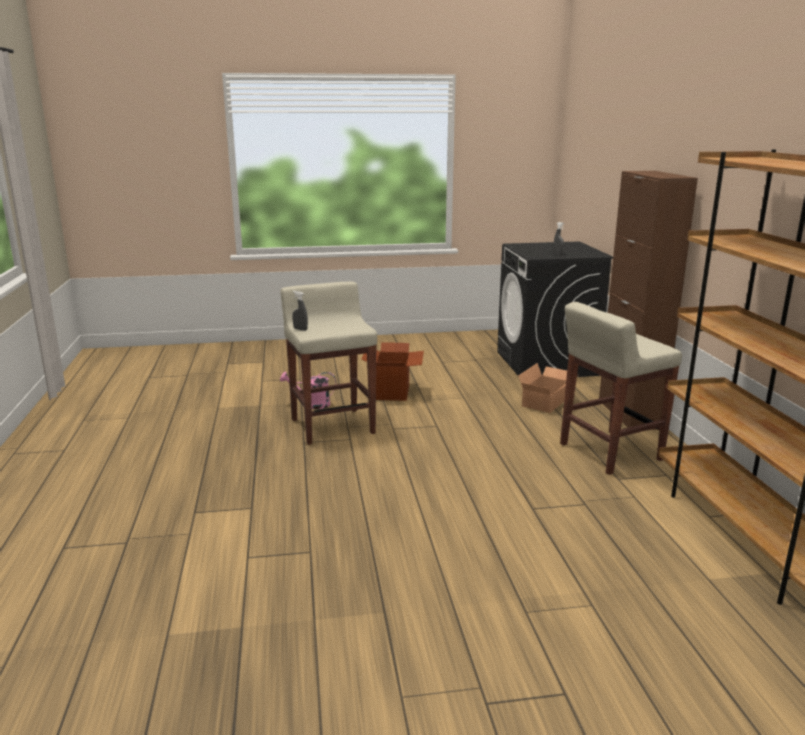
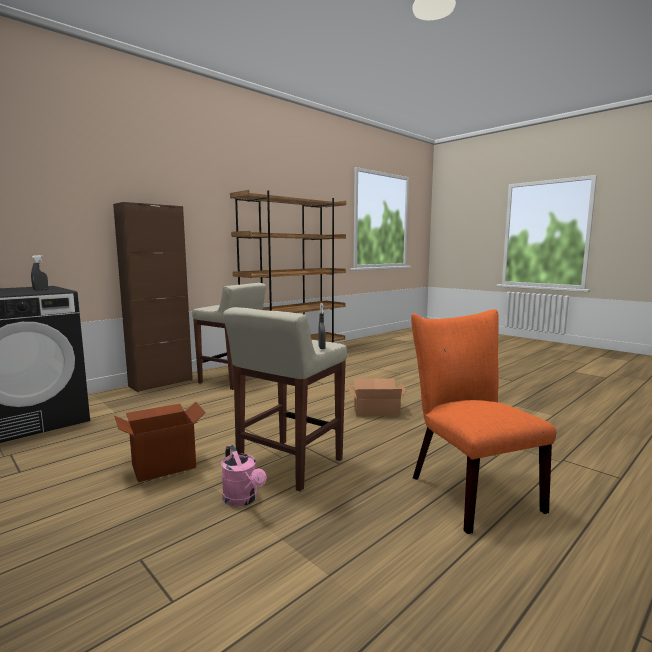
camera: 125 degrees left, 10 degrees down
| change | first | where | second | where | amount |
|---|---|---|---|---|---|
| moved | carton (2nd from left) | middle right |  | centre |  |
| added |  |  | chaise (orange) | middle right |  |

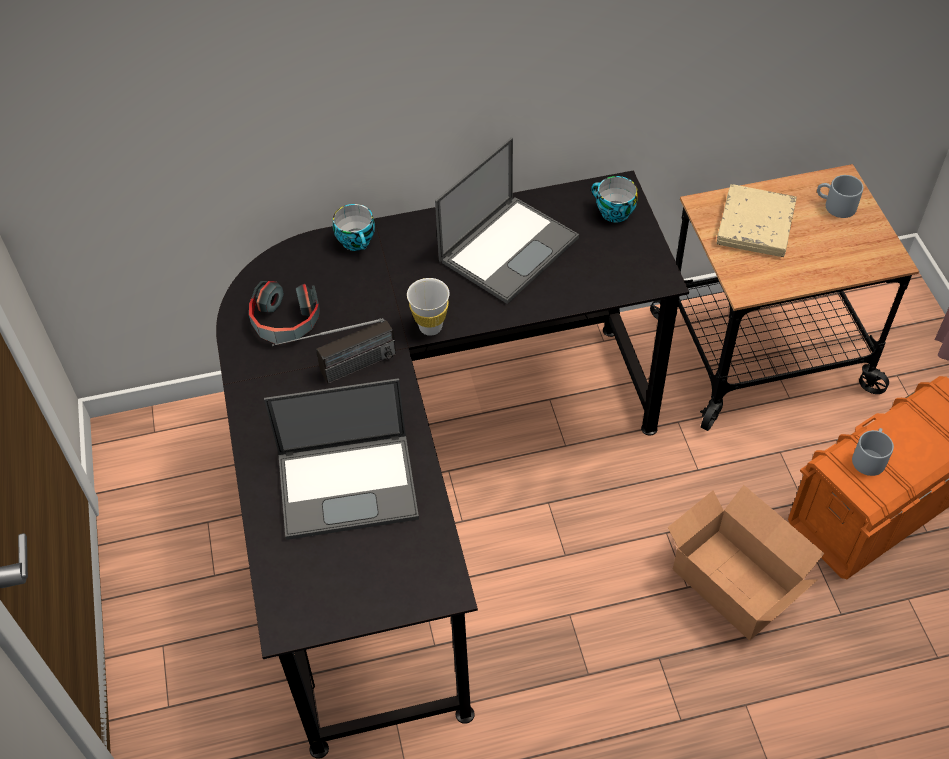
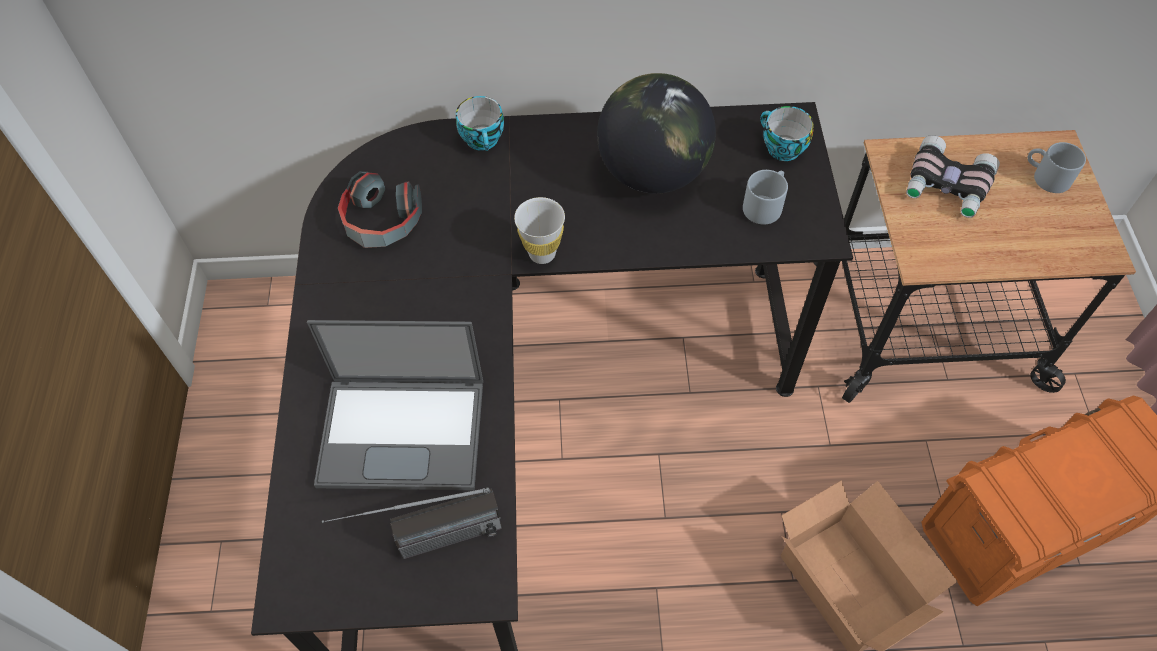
camera: 10 degrees right, 5 degrees up
| change | first | where | second | where | amount |
|---|---|---|---|---|---|
| replaced | ordinateur portable (2nd from left) | top centre | globe | top centre |  |
| replaced | livre (beige) | top right | jumelles | top right |  |
| moved | radio | centre |  | bottom centre |  |
| moved | mug (gris) (2nd from left in the first image) | middle right | mug (gris) (1st from left) | top centre |  |

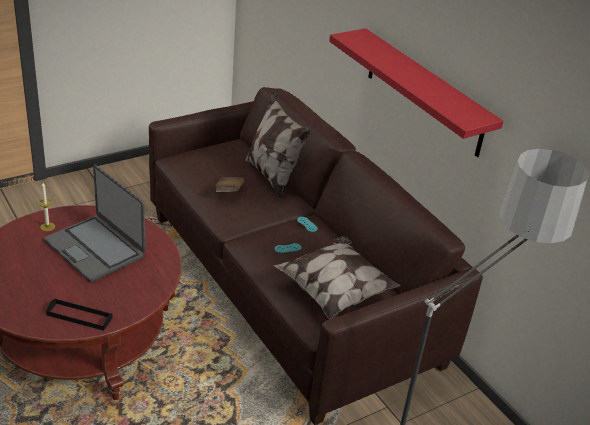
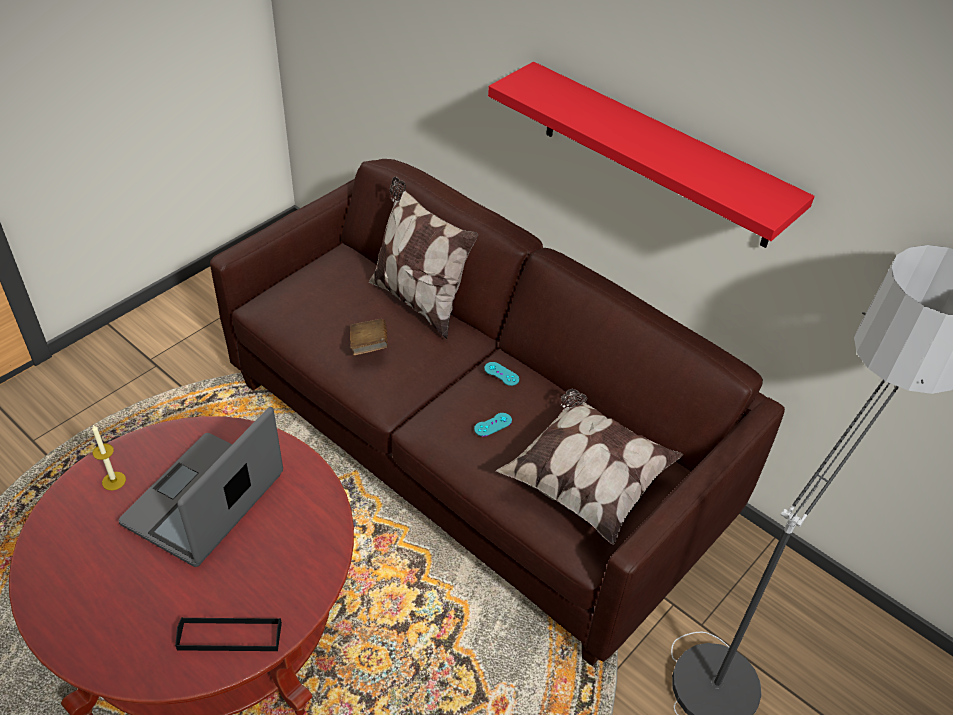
camera: 15 degrees left, 10 degrees up
| change | first | where | second | where | amount |
|---|---|---|---|---|---|
| turned | ordinateur portable | middle left |  | bottom left | 90 degrees clockwise |

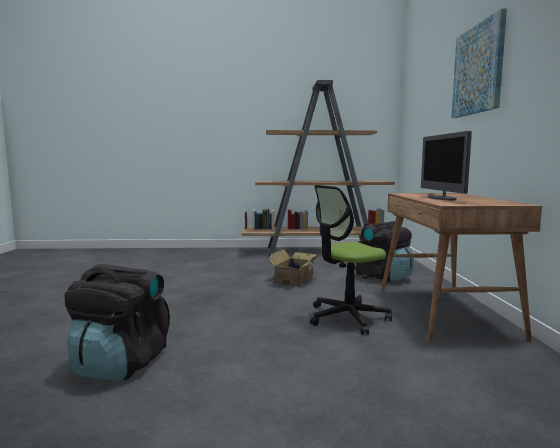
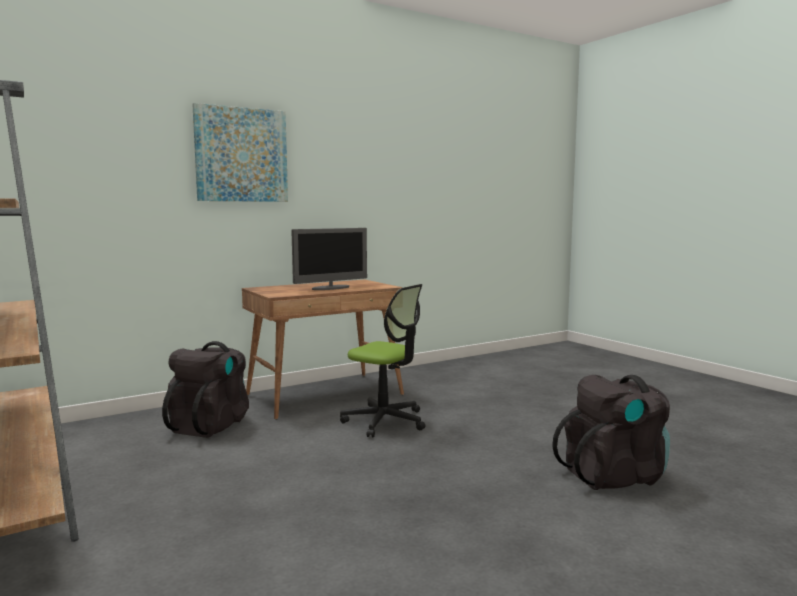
camera: 120 degrees left, 0 degrees up
| change | first | where | second | where | amount |
|---|---|---|---|---|---|
| removed | carton | centre |  |  |  |

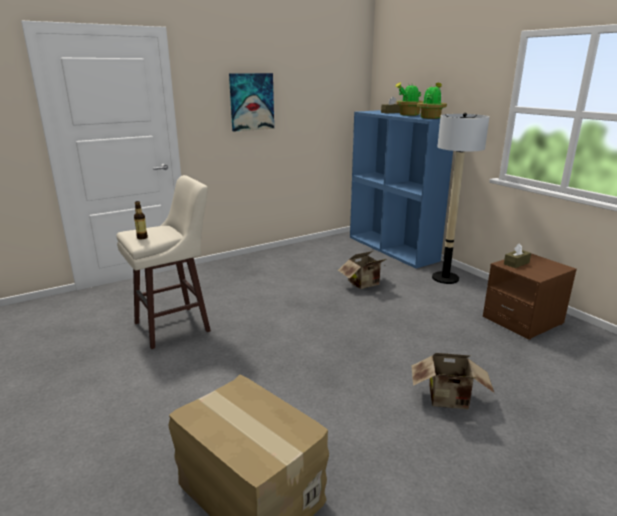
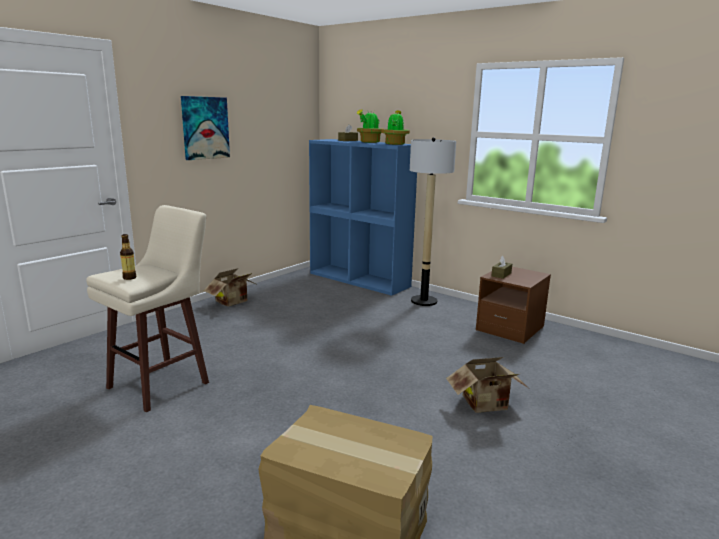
camera: 20 degrees left, 5 degrees down
| change | first | where | second | where | amount |
|---|---|---|---|---|---|
| moved | carton (2nd from left in the first image) | centre | carton (1st from left) | middle left |  |

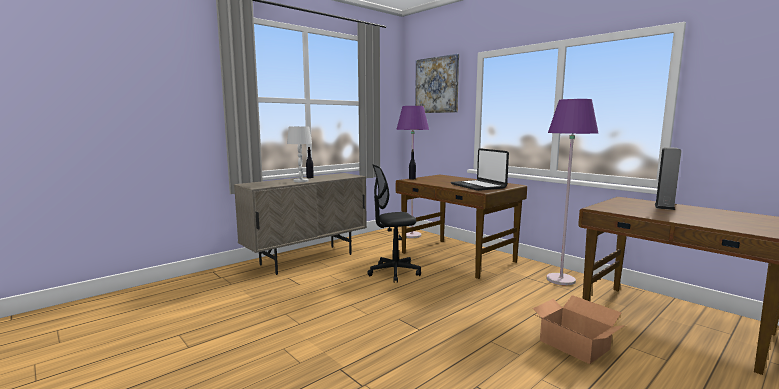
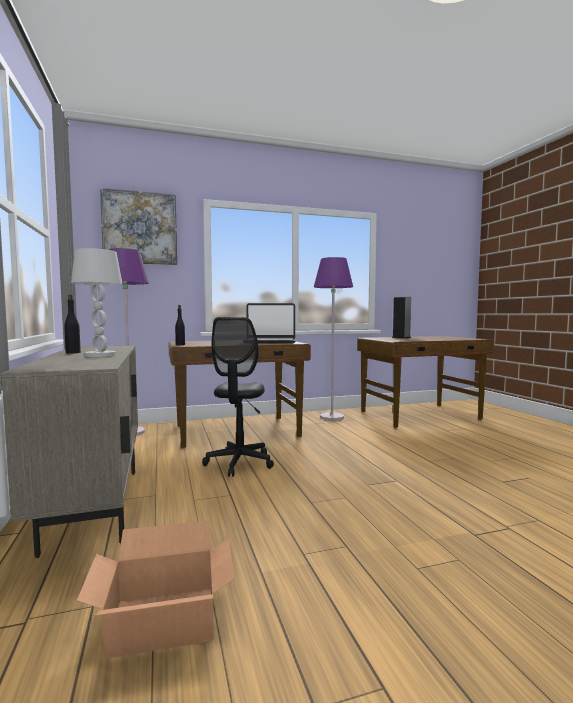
camera: 65 degrees left, 5 degrees down
| change | first | where | second | where | amount |
|---|---|---|---|---|---|
| moved | carton | bottom right |  | bottom left |  |

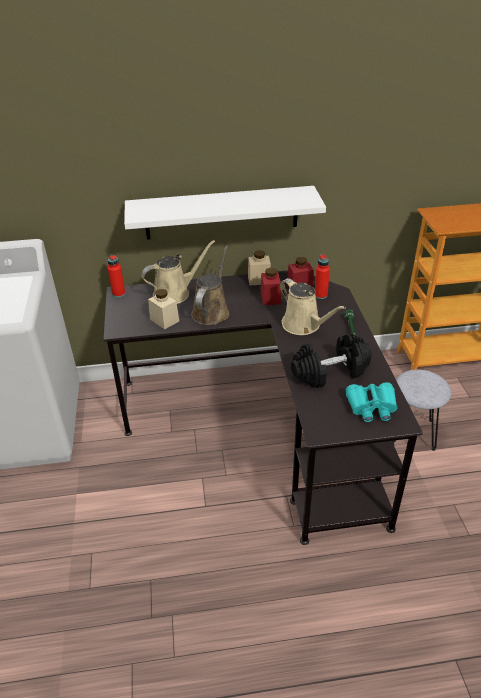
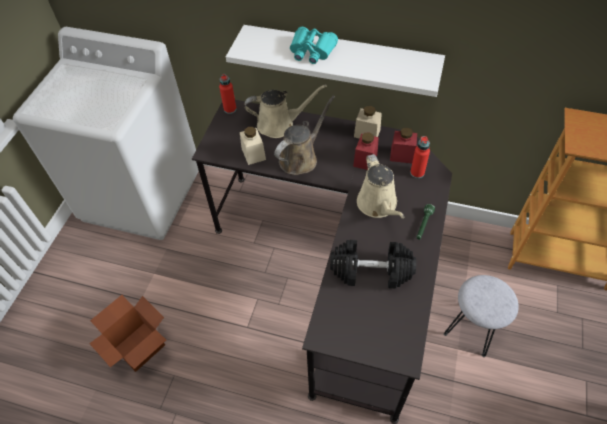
camera: 25 degrees right, 15 degrees up
| change | first | where | second | where | amount |
|---|---|---|---|---|---|
| moved | jumelles (turquoise) | middle right |  | top centre |  |
| added |  |  | carton | bottom left |  |

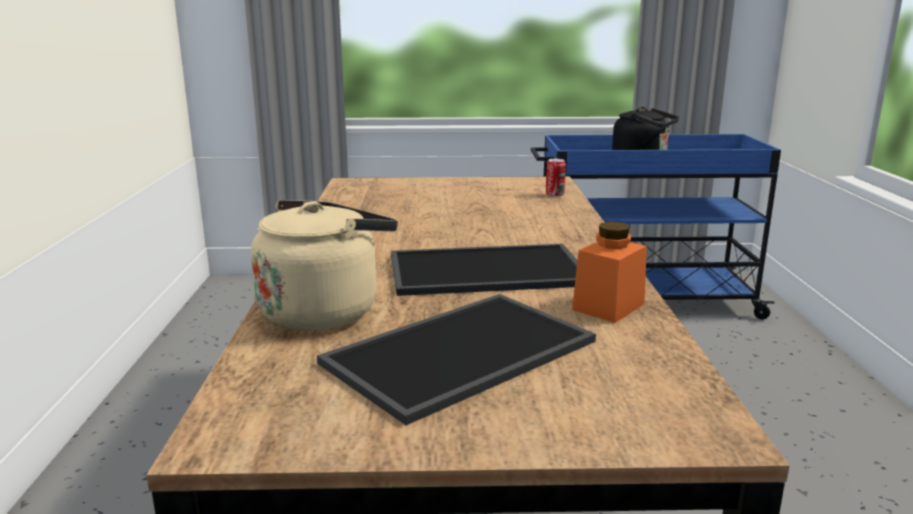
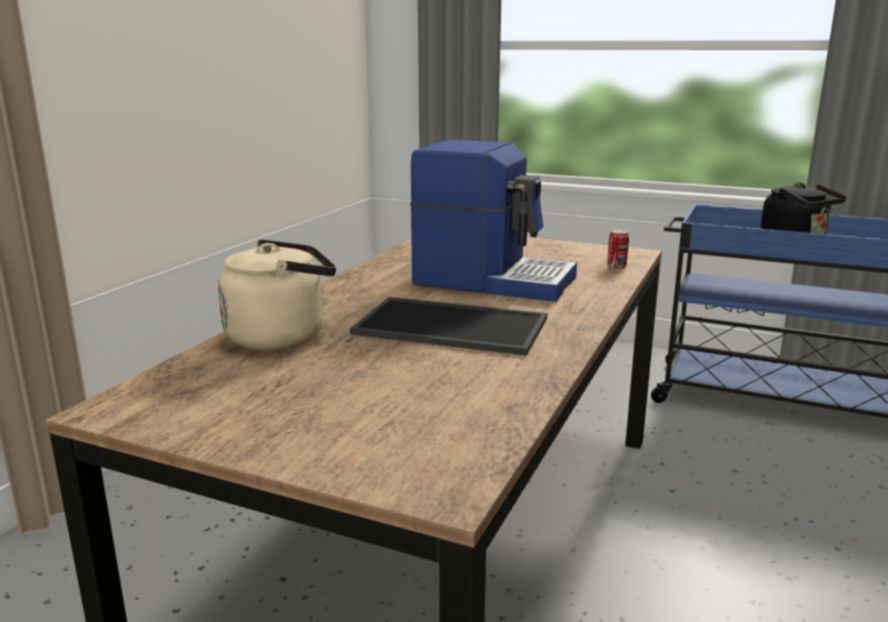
camera: 25 degrees right, 0 degrees up
| change | first | where | second | where | amount |
|---|---|---|---|---|---|
| removed | bocal (orange) | middle right |  |  |  |
| removed | plateau (1st from left) | bottom centre |  |  |  |
| added |  |  | machine à café | centre |  |

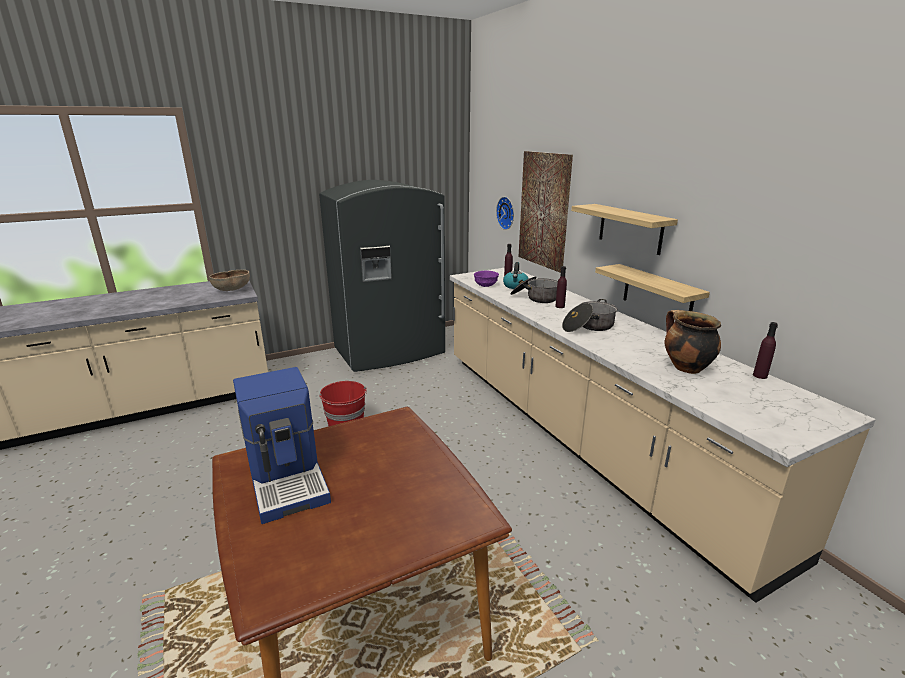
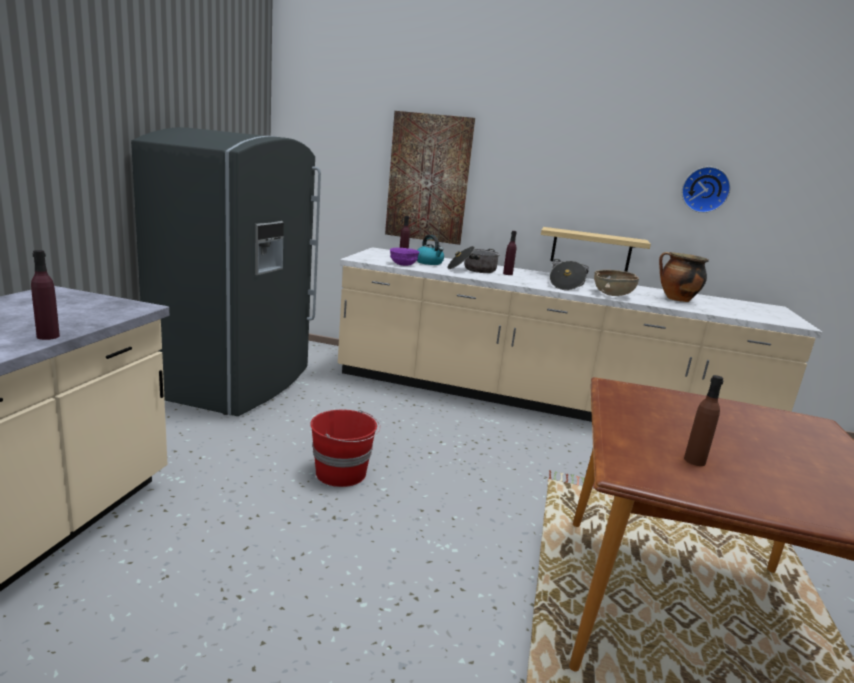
camera: 50 degrees left, 5 degrees down
| change | first | where | second | where | amount |
|---|---|---|---|---|---|
| moved | horloge murale | top centre |  | top right |  |
| removed | étagère (1st from left) | middle right |  |  |  |
| moved | bol (marron) | middle left |  | middle right |  |
| moved | bouteille (violet) (3rd from left in the first image) | middle right | bouteille (violet) (1st from left) | middle left |  |
| replaced | machine à café | middle left | bouteille (marron) | middle right |  |

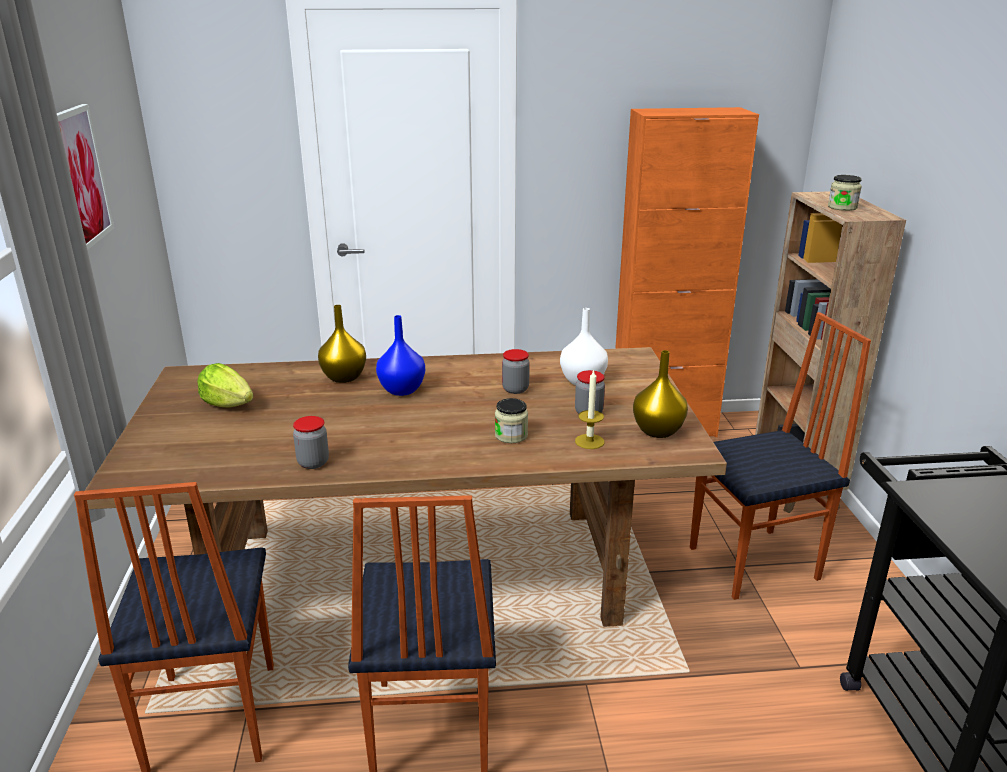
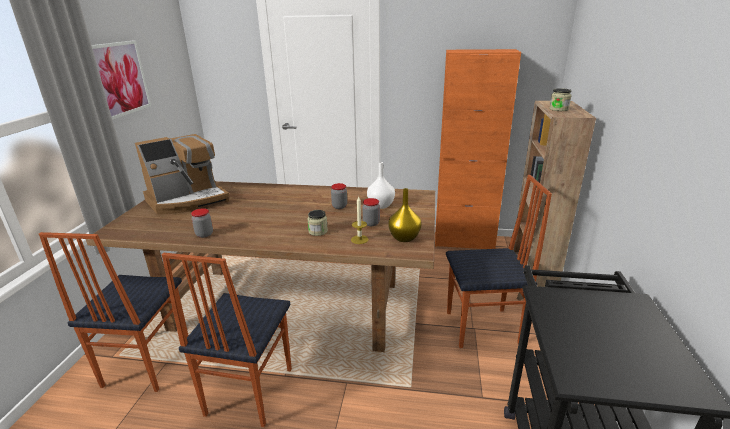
camera: 15 degrees right, 0 degrees up
| change | first | where | second | where | amount |
|---|---|---|---|---|---|
| removed | vase (jaune) (1st from left) | centre |  |  |  |
| removed | vase (bleu) | centre |  |  |  |
| replaced | laitue | middle left | machine à café | middle left |  |

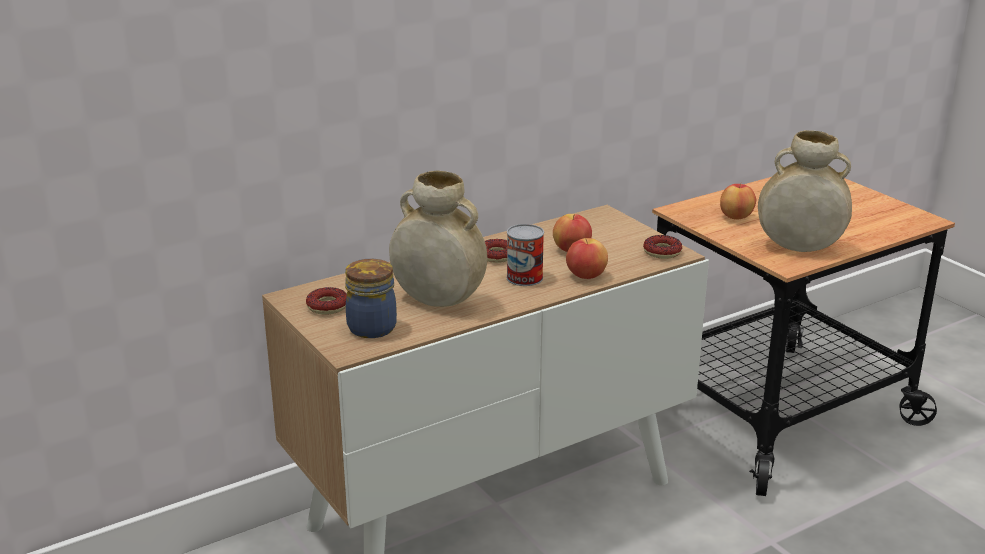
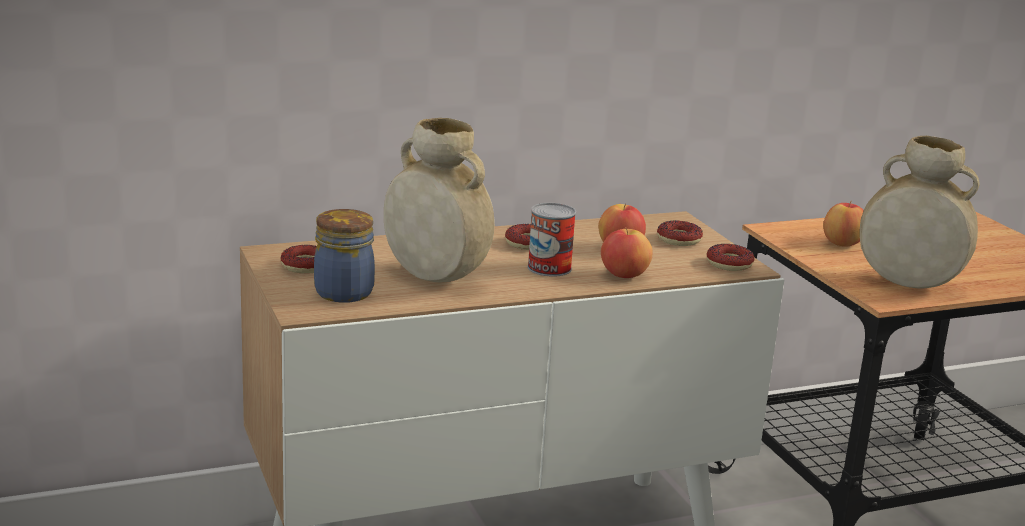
camera: 10 degrees right, 5 degrees down
| change | first | where | second | where | amount |
|---|---|---|---|---|---|
| added |  |  | beignet (3rd from left) | centre |  |

